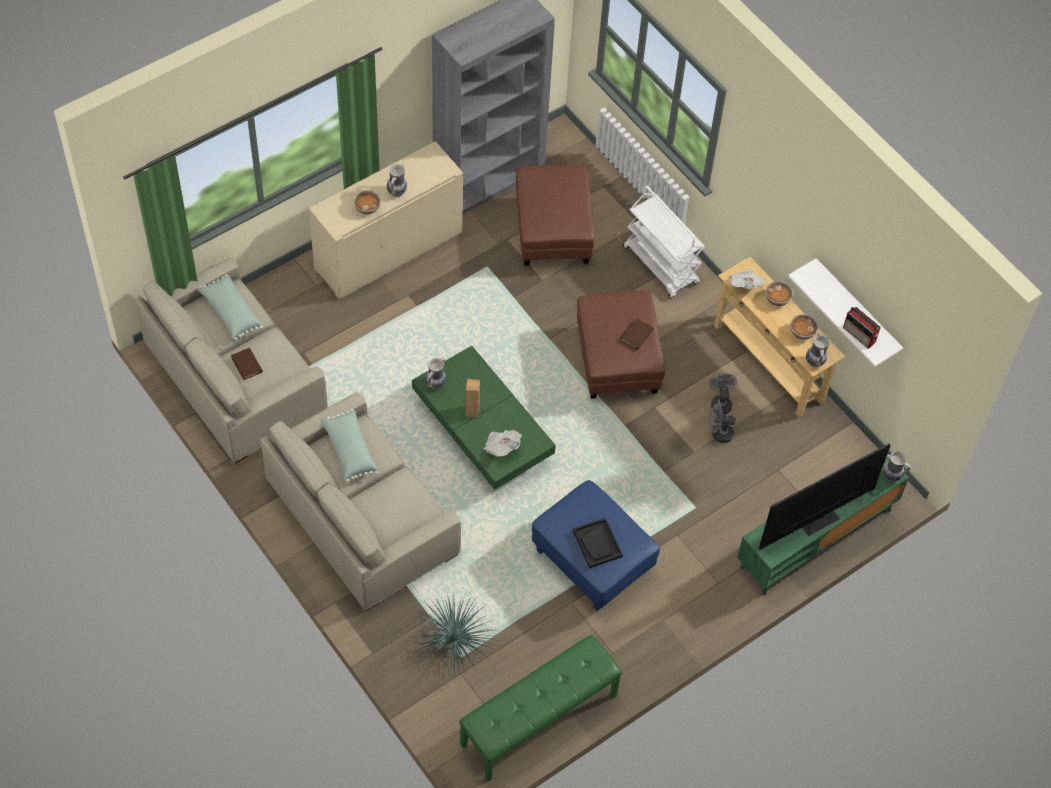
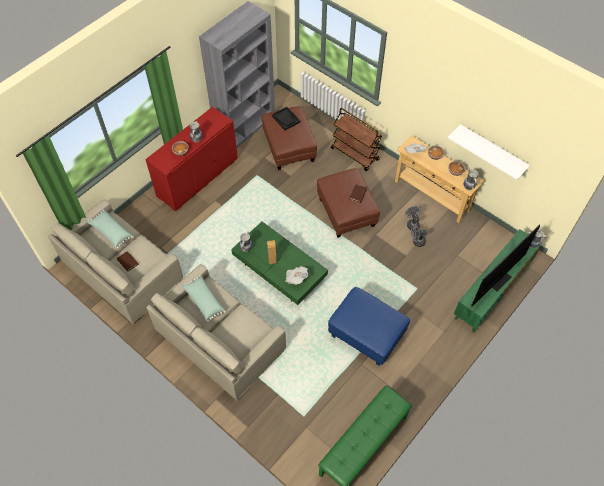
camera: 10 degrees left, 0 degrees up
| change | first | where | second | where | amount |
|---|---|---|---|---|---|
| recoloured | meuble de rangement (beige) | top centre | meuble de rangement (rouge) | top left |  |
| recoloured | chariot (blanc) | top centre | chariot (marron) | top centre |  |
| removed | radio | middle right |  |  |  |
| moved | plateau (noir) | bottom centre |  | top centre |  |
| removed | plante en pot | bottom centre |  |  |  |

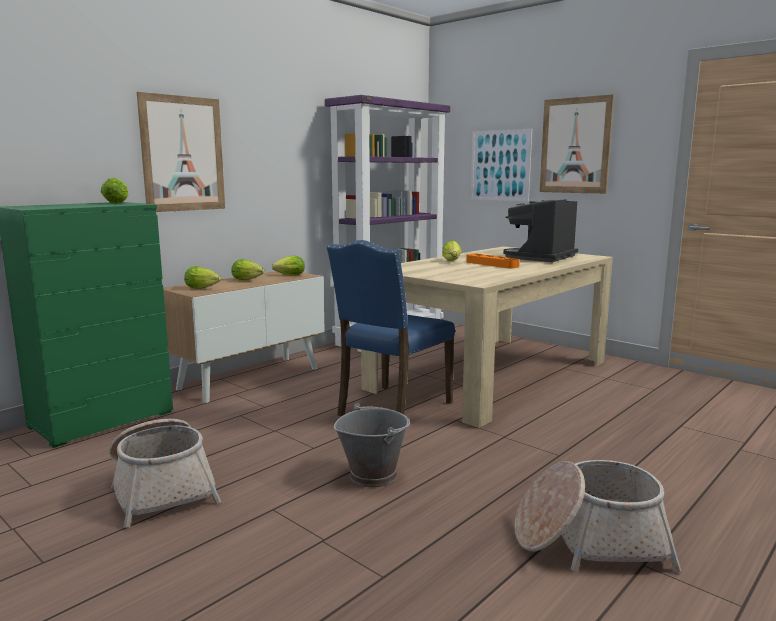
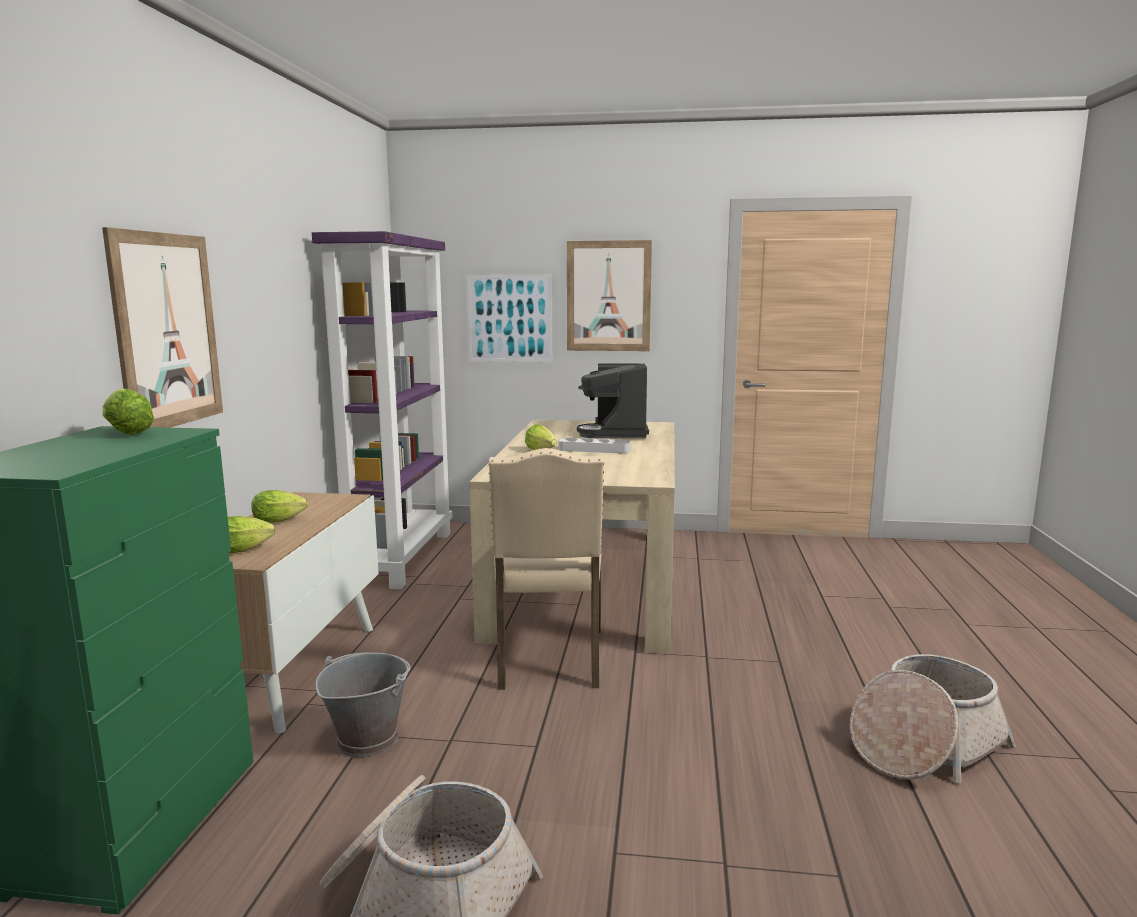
camera: 35 degrees left, 0 degrees up
| change | first | where | second | where | amount |
|---|---|---|---|---|---|
| recoloured | chaise (bleu) | centre | chaise (beige) | centre |  |
| recoloured | plateau (orange) | centre | plateau (gris) | centre |  |
| removed | laitue (4th from left) | centre |  |  |  |
| moved | seau (gris) | bottom centre |  | bottom left |  |

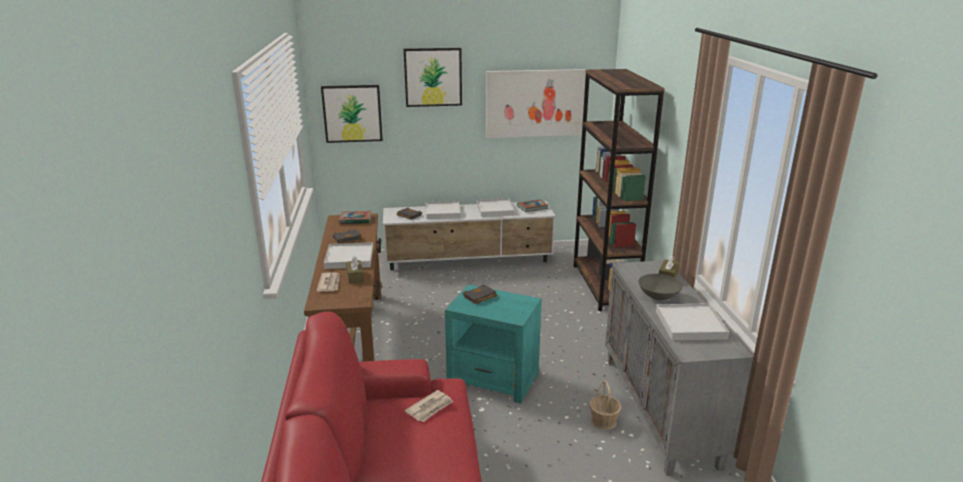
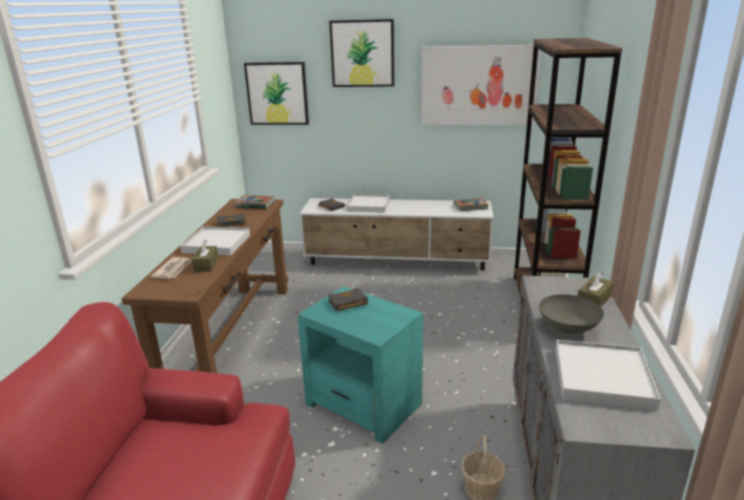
camera: 15 degrees right, 0 degrees up
| change | first | where | second | where | amount |
|---|---|---|---|---|---|
| removed | plateau (blanc) (3rd from left) | centre |  |  |  |
| removed | journal (2nd from left) | bottom centre |  |  |  |

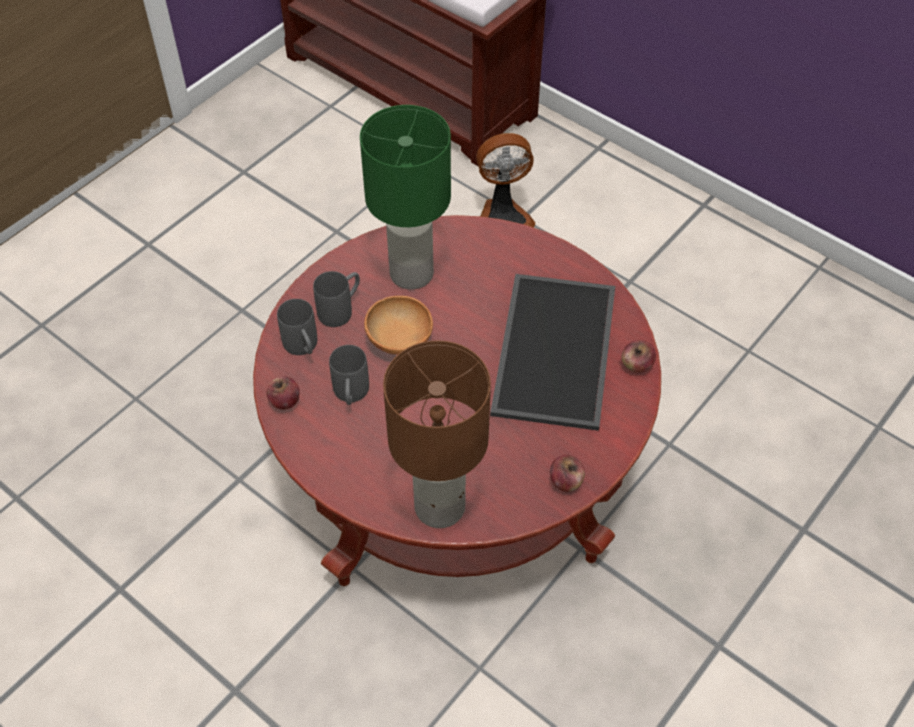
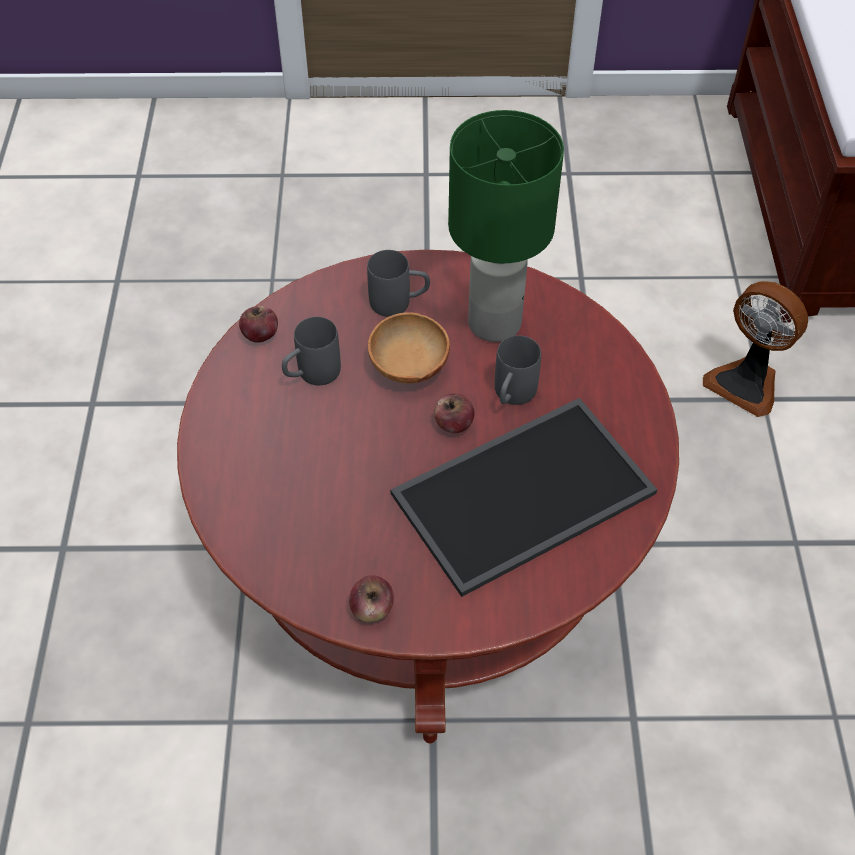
camera: 50 degrees right, 0 degrees up
| change | first | where | second | where | amount |
|---|---|---|---|---|---|
| moved | mug (gris) (1st from left in the first image) | middle left | mug (gris) (3rd from left) | centre |  |
| removed | lampe de table (marron) | centre |  |  |  |
| moved | pomme (3rd from left) | middle right |  | centre |  |

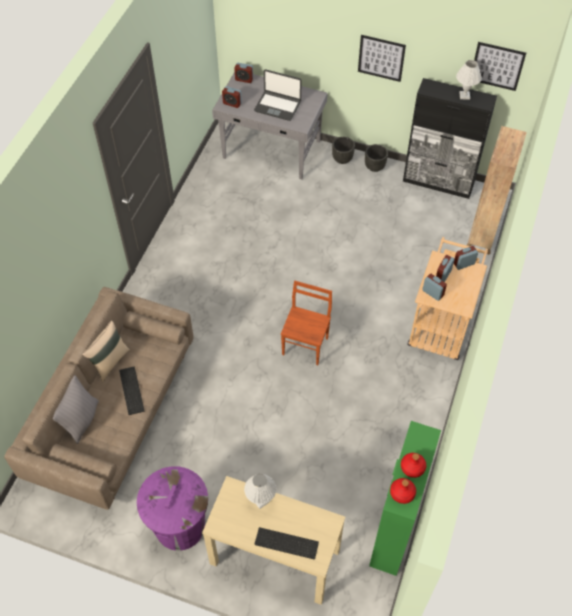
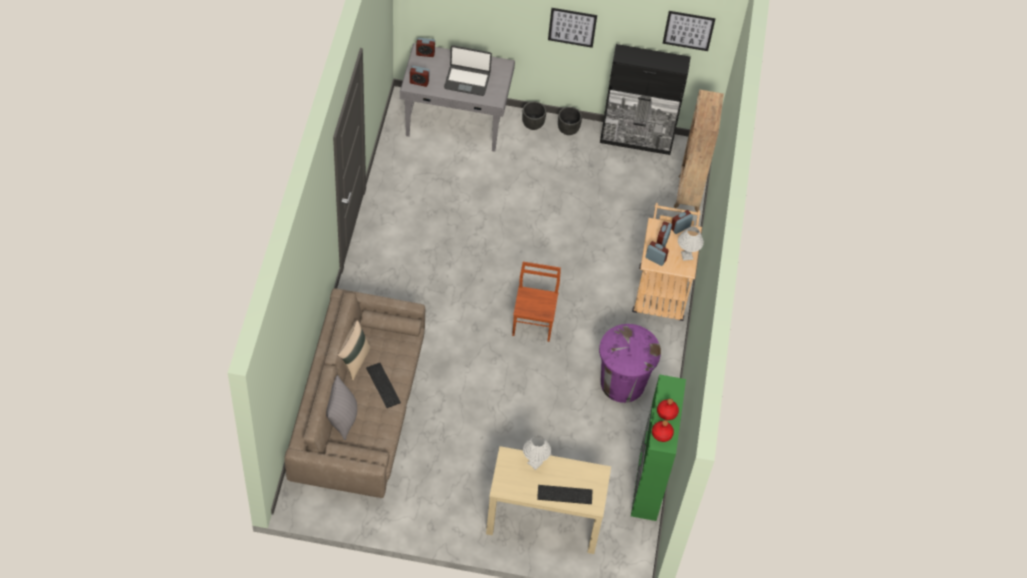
camera: 15 degrees left, 0 degrees up
| change | first | where | second | where | amount |
|---|---|---|---|---|---|
| moved | lampe de table (blanc) (2nd from left) | top right |  | middle right |  |
| moved | poubelle (violet) | bottom left |  | centre |  |

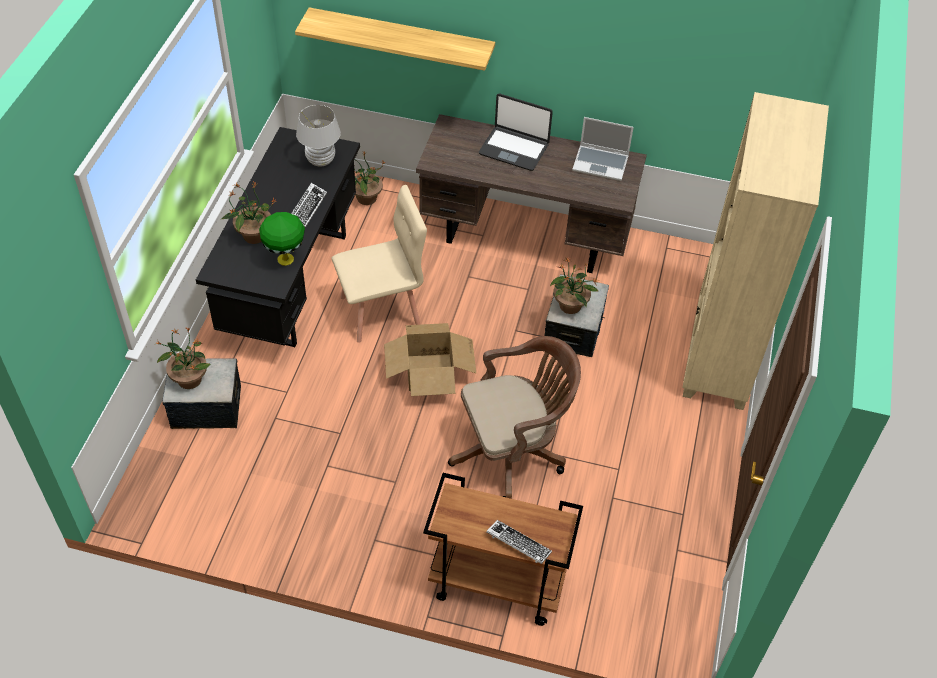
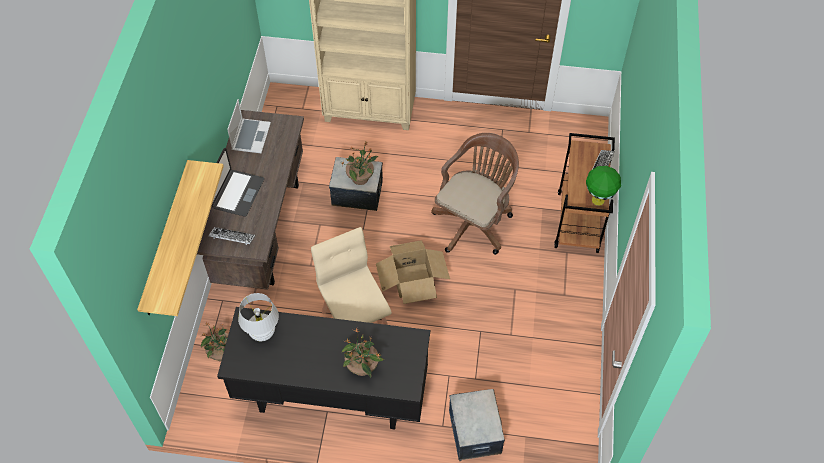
camera: 95 degrees left, 5 degrees up
| change | first | where | second | where | amount |
|---|---|---|---|---|---|
| moved | clavier (1st from left) | top left |  | middle left |  |
| moved | lampe de table (vert) | middle left |  | middle right |  |
| removed | plante en pot (1st from left) | middle left |  |  |  |
| turned | chaise de bureau (marron) | centre |  | centre | 60 degrees clockwise |

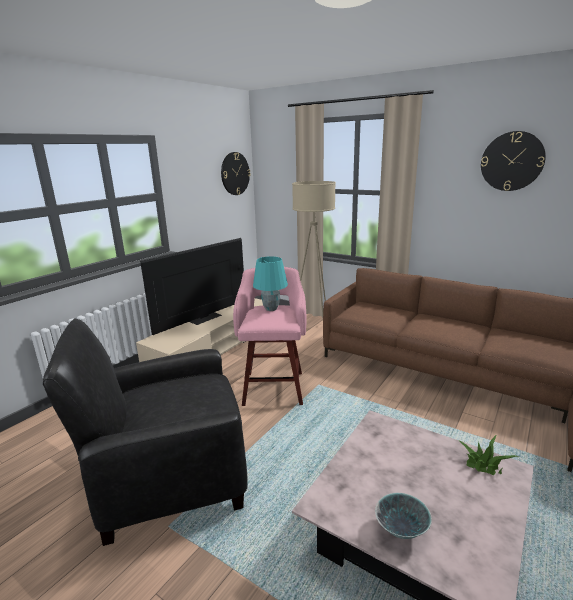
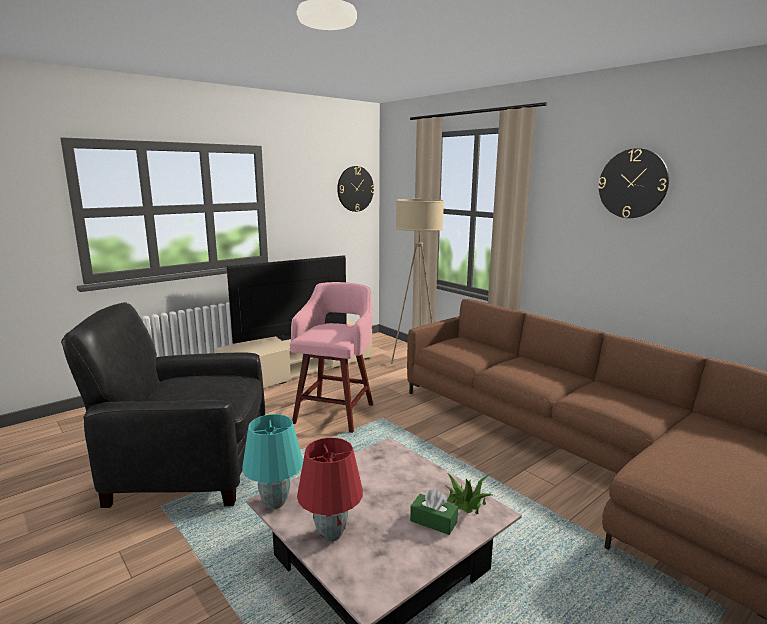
camera: 15 degrees right, 5 degrees down
| change | first | where | second | where | amount |
|---|---|---|---|---|---|
| moved | lampe de table (turquoise) | centre |  | bottom centre |  |
| replaced | bol | bottom right | lampe de table (rouge) | bottom centre |  |
| added |  |  | boîte à mouchoirs (vert) | bottom centre |  |

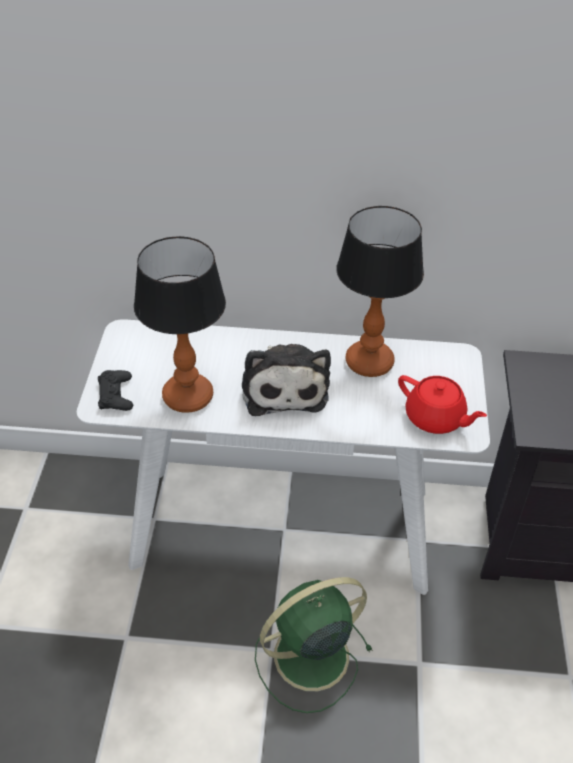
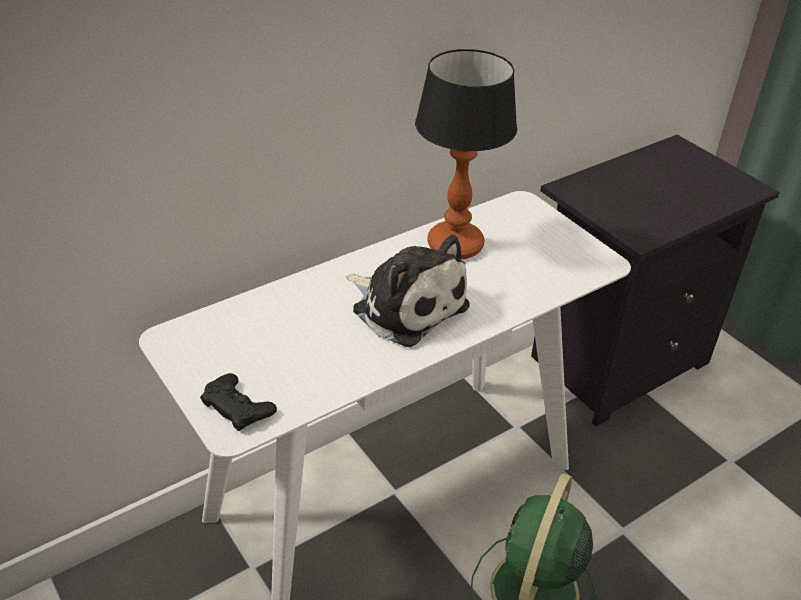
camera: 40 degrees left, 5 degrees down
| change | first | where | second | where | amount |
|---|---|---|---|---|---|
| removed | lampe de table (1st from left) | middle left |  |  |  |
| removed | théière (rouge) | middle right |  |  |  |

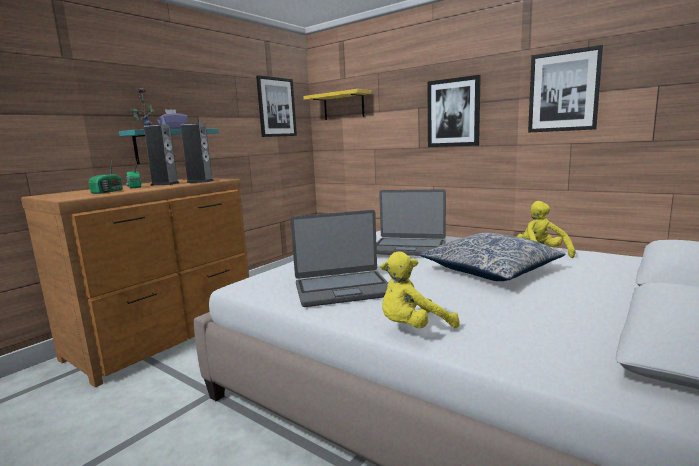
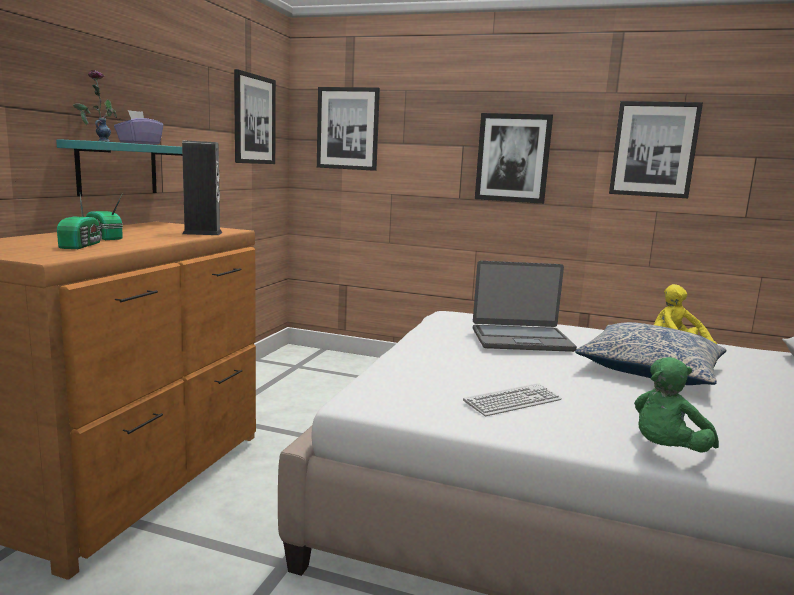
camera: 20 degrees left, 0 degrees up
| change | first | where | second | where | amount |
|---|---|---|---|---|---|
| replaced | étagère (jaune) | top centre | tableau (2nd from left) | top centre |  |
| removed | enceinte (1st from left) | top left |  |  |  |
| replaced | ordinateur portable (1st from left) | centre | clavier | bottom centre |  |
| recoloured | peluche (jaune) (1st from left) | centre | peluche (vert) | bottom right |  |

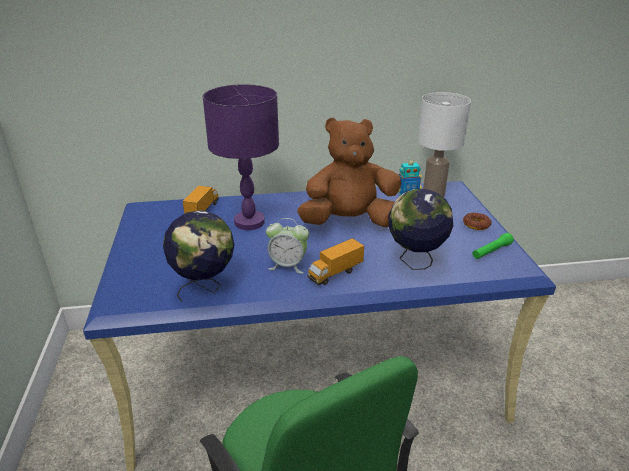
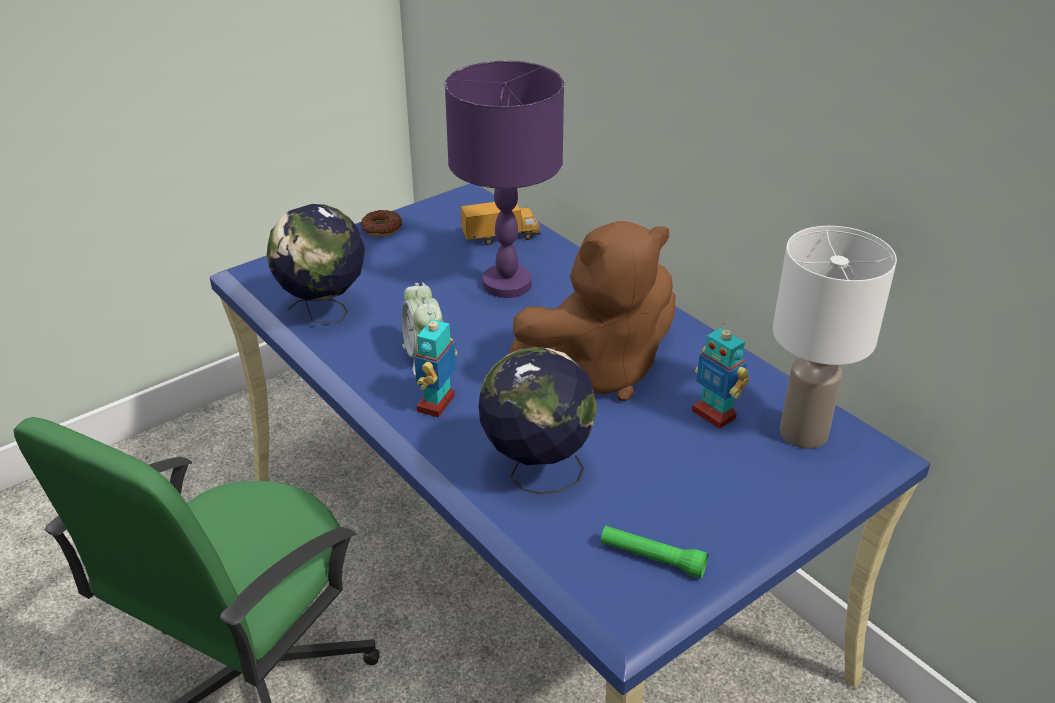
camera: 60 degrees right, 5 degrees up
| change | first | where | second | where | amount |
|---|---|---|---|---|---|
| turned | peluche (marron) | centre |  | centre | 105 degrees clockwise |
| moved | beignet | middle right |  | top centre |  |
| replaced | camion jouet (2nd from left) | centre | robot jouet (1st from left) | centre |  |

